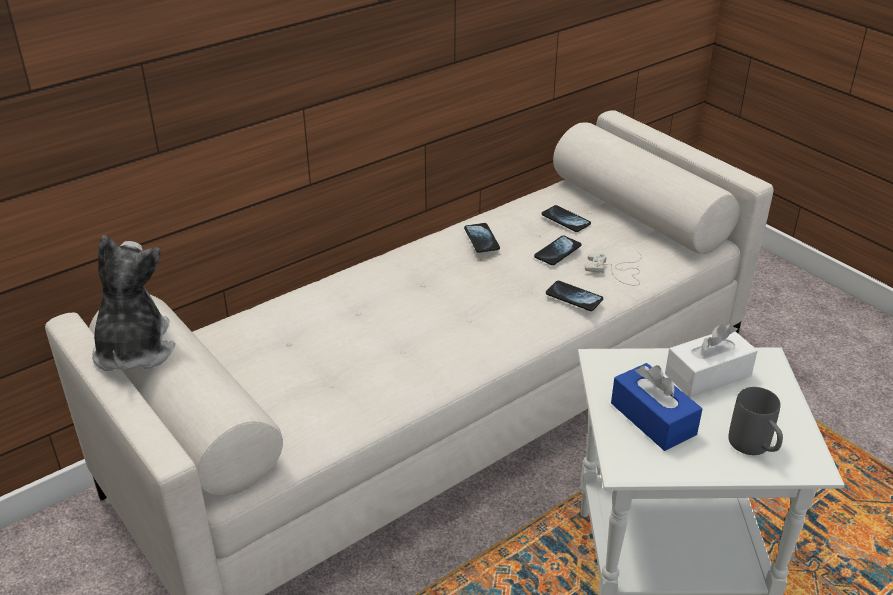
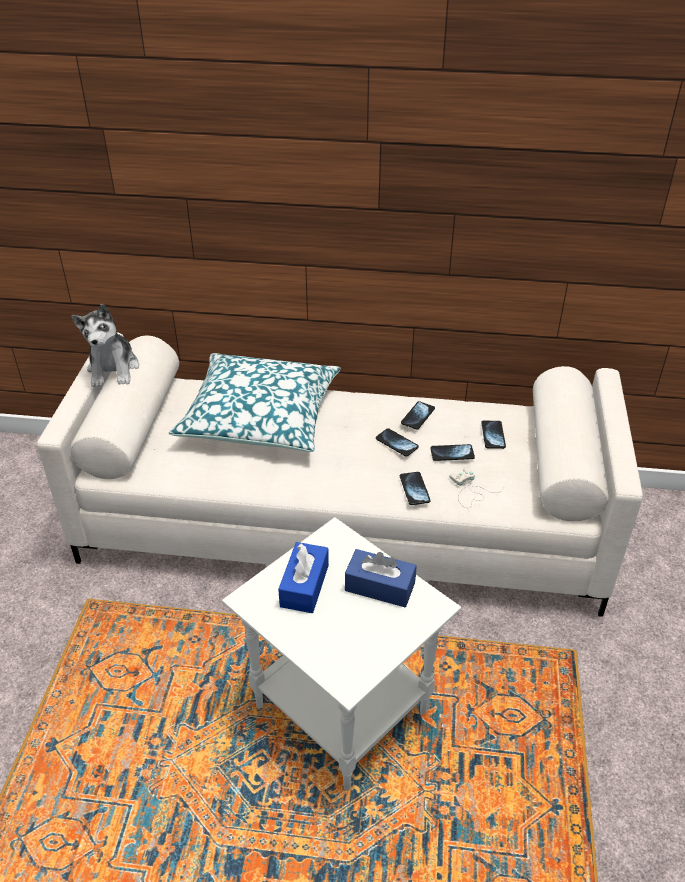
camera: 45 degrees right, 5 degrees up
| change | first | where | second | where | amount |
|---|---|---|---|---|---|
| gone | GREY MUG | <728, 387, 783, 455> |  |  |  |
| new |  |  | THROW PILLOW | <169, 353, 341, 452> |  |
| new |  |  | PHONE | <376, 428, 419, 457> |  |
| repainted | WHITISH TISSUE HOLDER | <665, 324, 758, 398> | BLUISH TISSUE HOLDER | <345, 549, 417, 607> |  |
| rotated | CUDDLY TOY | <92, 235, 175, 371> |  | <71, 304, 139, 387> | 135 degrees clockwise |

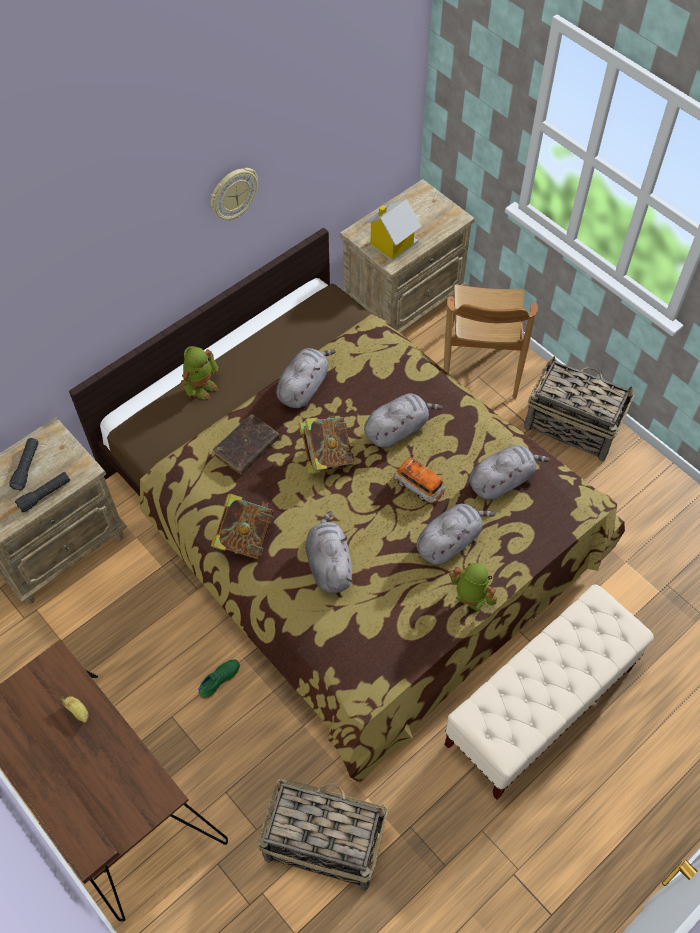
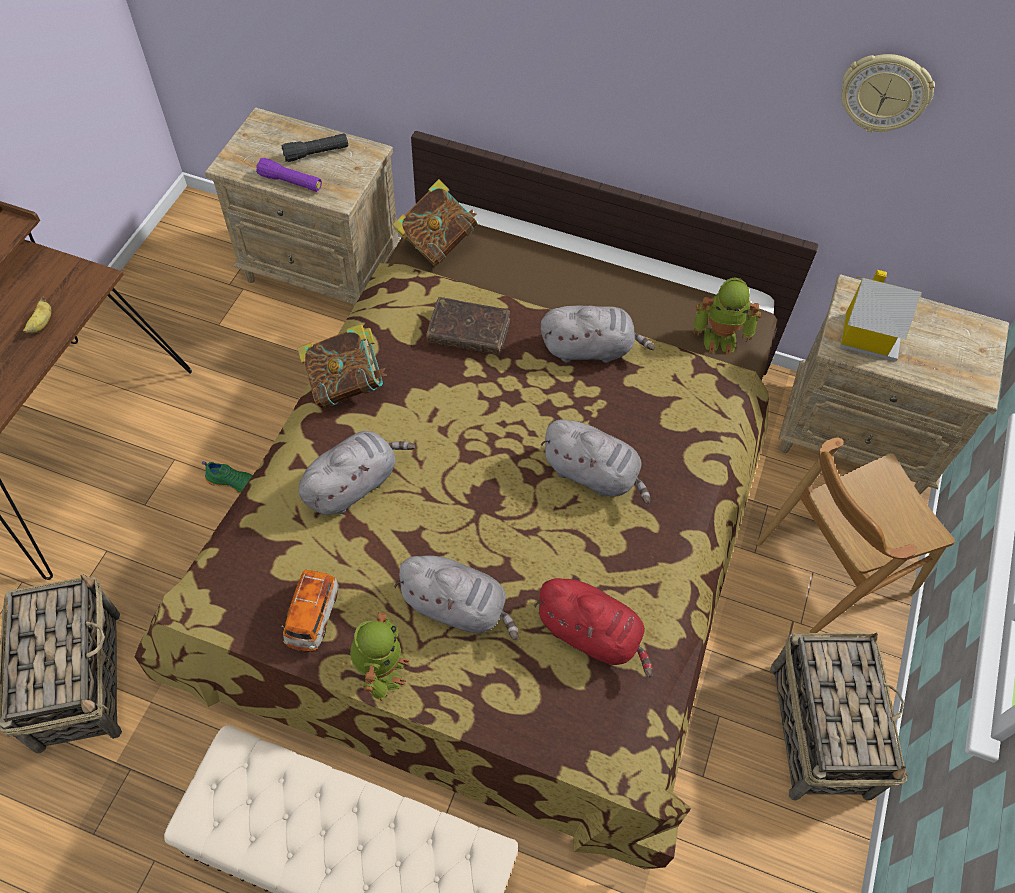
camera: 60 degrees right, 0 degrees up
| change | first | where | second | where | amount |
|---|---|---|---|---|---|
| shifted | ROBOT FIGURE | <181, 346, 218, 400> |  | <693, 277, 761, 356> |  |
| shifted | HANGING CLOCK | <210, 168, 258, 221> |  | <841, 54, 935, 132> |  |
| shifted | VOLUME | <299, 415, 354, 474> |  | <393, 179, 478, 266> |  |
| shifted | MINIATURE CAR | <394, 457, 446, 504> |  | <281, 570, 339, 652> |  |
| repainted | BLACKISH HAND TORCH | <15, 472, 70, 513> | PURPLE-COLOURED HAND TORCH | <256, 158, 322, 192> |  |
| repainted | GREY CUDDLY TOY | <469, 445, 550, 500> | REDDISH CUDDLY TOY | <534, 578, 653, 678> |  |

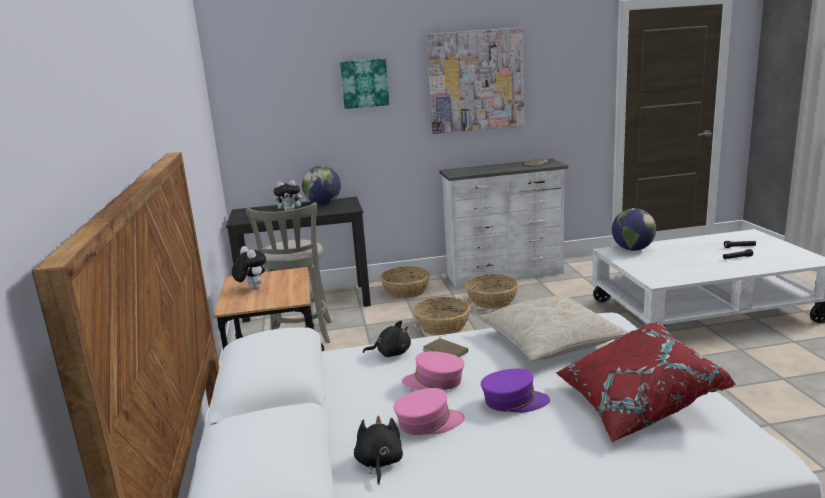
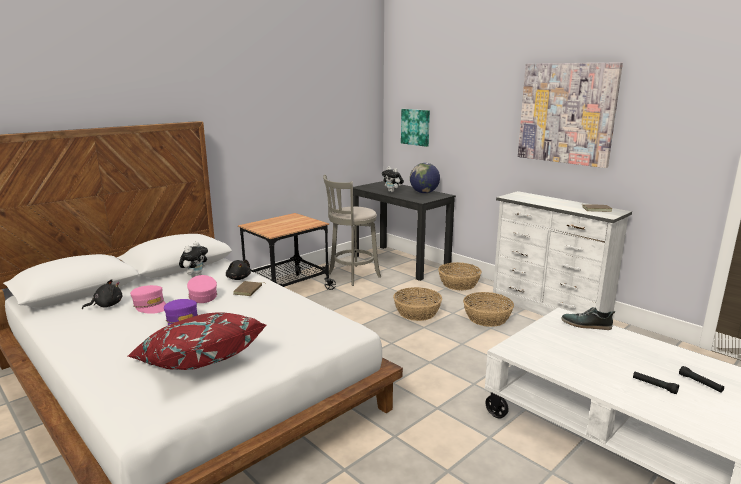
camera: 55 degrees right, 0 degrees up
| change | first | where | second | where | amount |
|---|---|---|---|---|---|
| gone | BEIGE-COLOURED THROW PILLOW | <478, 295, 629, 361> |  |  |  |
| shifted | CUDDLY TOY | <232, 246, 266, 289> |  | <179, 242, 208, 278> |  |
| shifted | PICTURE | <340, 59, 389, 109> |  | <401, 109, 430, 147> |  |
| swapped | DESK GLOBE | <612, 208, 656, 251> | ITEM OF FOOTWEAR | <562, 307, 615, 330> |  |

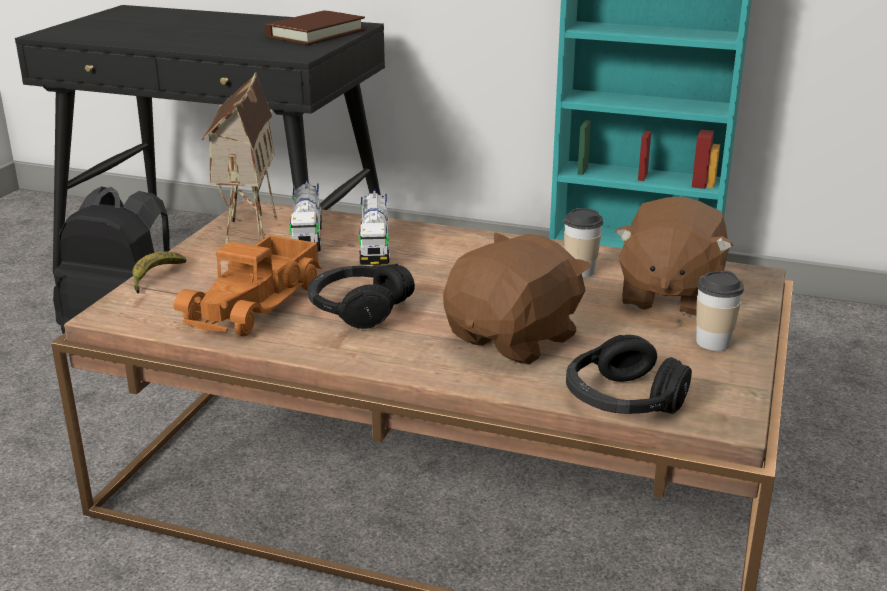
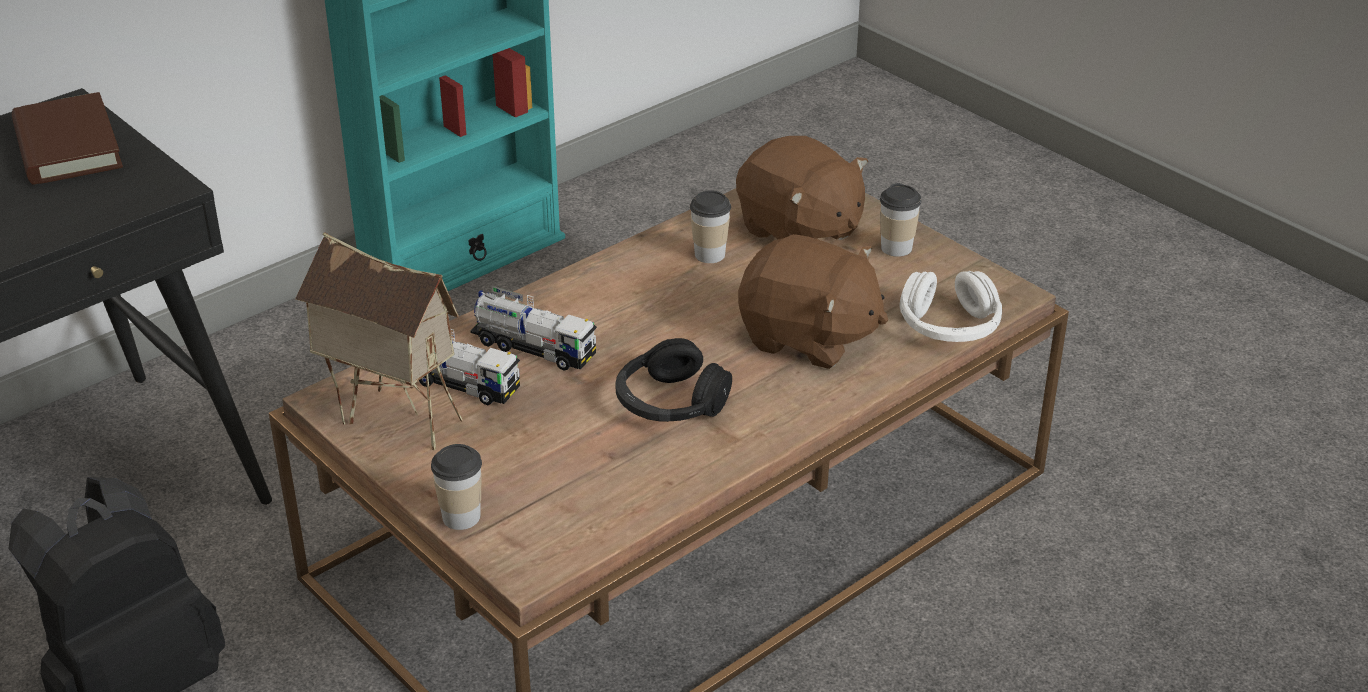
camera: 60 degrees left, 10 degrees up
| change | first | where | second | where | amount |
|---|---|---|---|---|---|
| gone | MODEL TRUCK | <174, 235, 322, 337> |  |  |  |
| swapped | WHOLE BANANA | <132, 251, 187, 294> | DRINKING CUP | <431, 444, 482, 530> |  |
| repainted | BLACKISH HEADSET | <566, 335, 692, 414> | WHITISH HEADSET | <900, 271, 1002, 342> |  |
| rotated | BROWNISH CUDDLY TOY | <443, 232, 591, 365> |  | <738, 234, 888, 369> | 135 degrees clockwise |

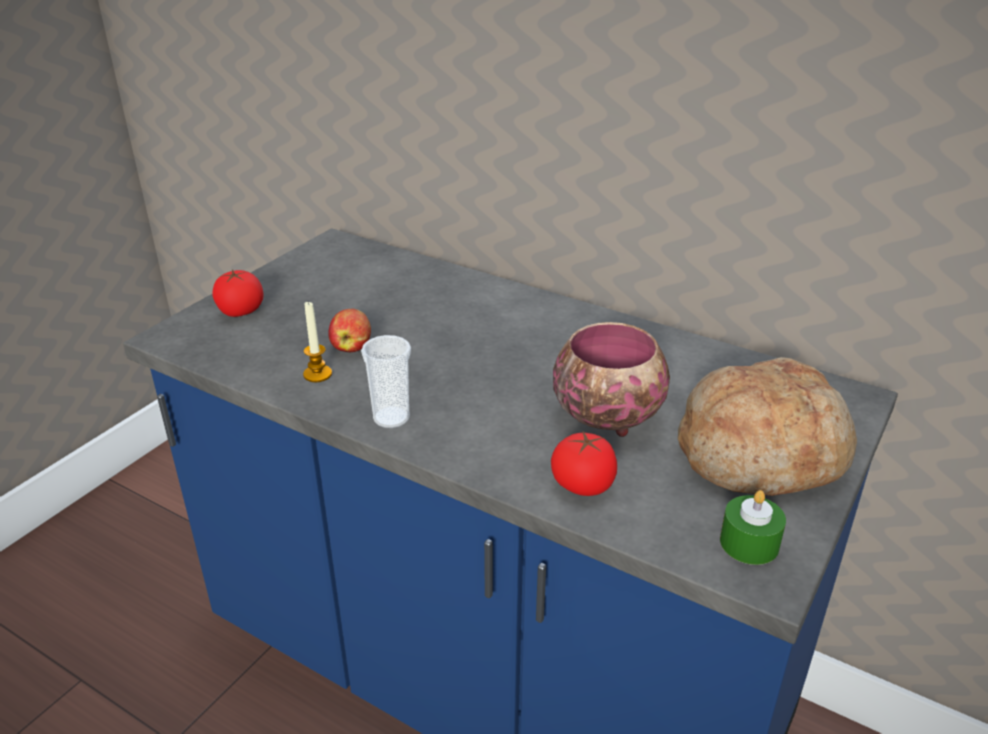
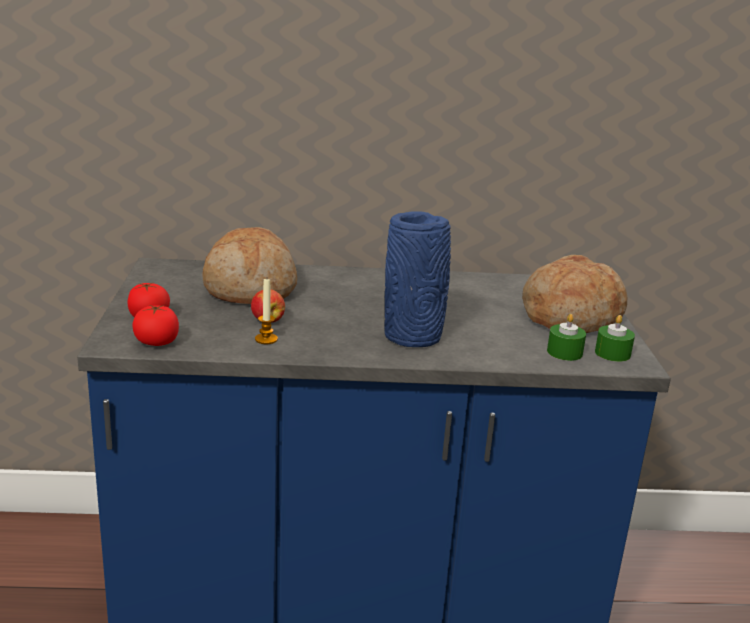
camera: 35 degrees left, 10 degrees down
| change | first | where | second | where | amount |
|---|---|---|---|---|---|
| gone | DRINKING CUP | <361, 335, 411, 428> |  |  |  |
| gone | DEEP DISH | <553, 322, 670, 437> |  |  |  |
| new |  |  | BAKERY BREAD | <202, 227, 297, 304> |  |
| new |  |  | BLUISH VASE | <384, 211, 451, 347> |  |
| new |  |  | GREEN CANDLE | <547, 314, 586, 361> |  |
| shifted | TOMATO | <551, 432, 617, 496> |  | <132, 305, 179, 346> |  |

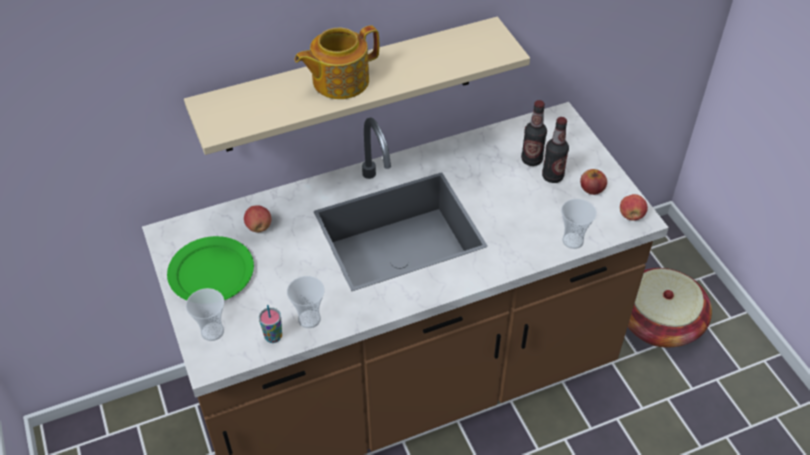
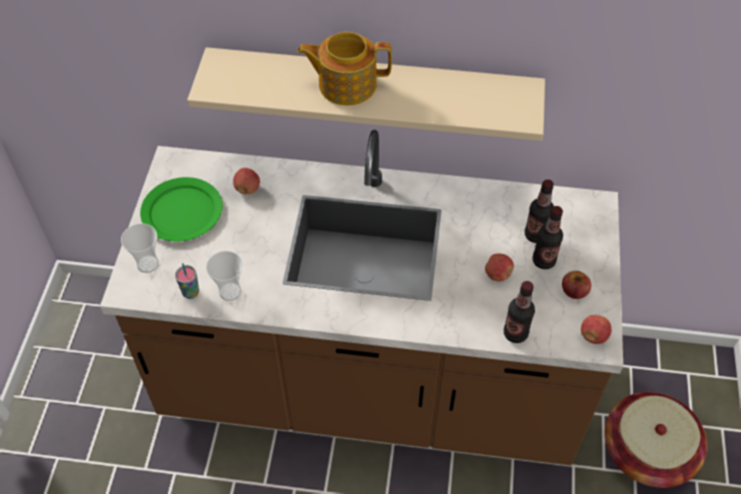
camera: 30 degrees right, 5 degrees up
| change | first | where | second | where | amount |
|---|---|---|---|---|---|
| new |  |  | APPLE | <485, 253, 514, 282> |  |
| swapped | DRINKING CUP | <561, 199, 597, 249> | BOTTLE | <504, 281, 535, 343> |  |

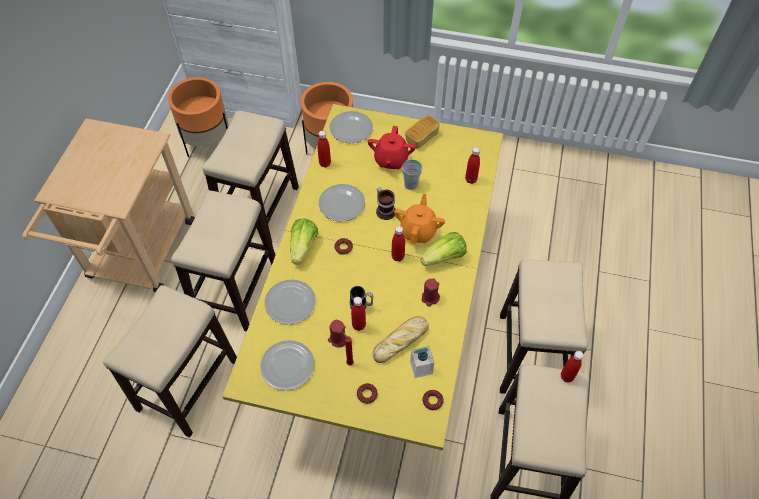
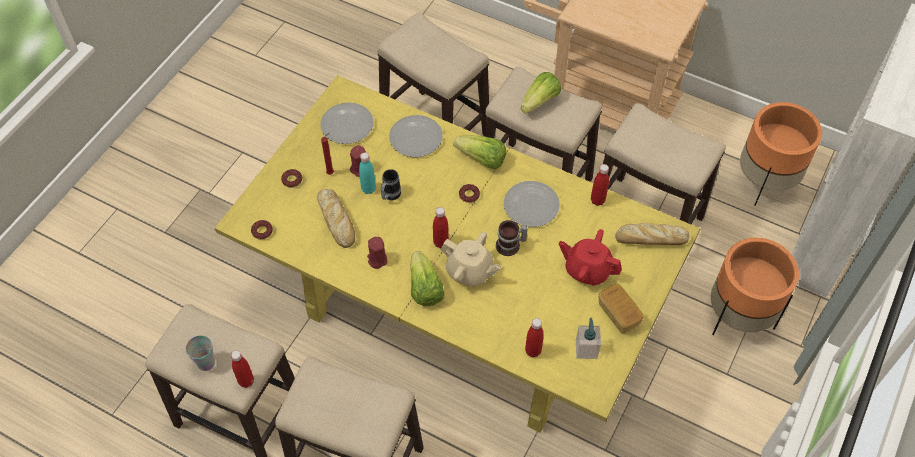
camera: 105 degrees right, 0 degrees up
| change | first | where | second | where | amount |
|---|---|---|---|---|---|
| new |  |  | LETTUCE | <521, 72, 561, 114> |  |
| shifted | DRINKING CUP | <402, 160, 422, 190> |  | <186, 335, 215, 371> |  |
| shifted | LIQUID SOAP BOTTLE | <410, 346, 435, 378> |  | <576, 318, 601, 359> |  |
| swapped | DINNER PLATE | <330, 111, 373, 143> | BAKERY BREAD | <615, 223, 689, 245> |  |
| repainted | REDDISH BOTTLE | <351, 297, 366, 331> | BLUE-GREEN BOTTLE | <359, 152, 376, 194> |  |
| repainted | ORANGEY TEAPOT | <394, 194, 445, 244> | BEIGE-COLOURED TEAPOT | <440, 232, 501, 287> |  |

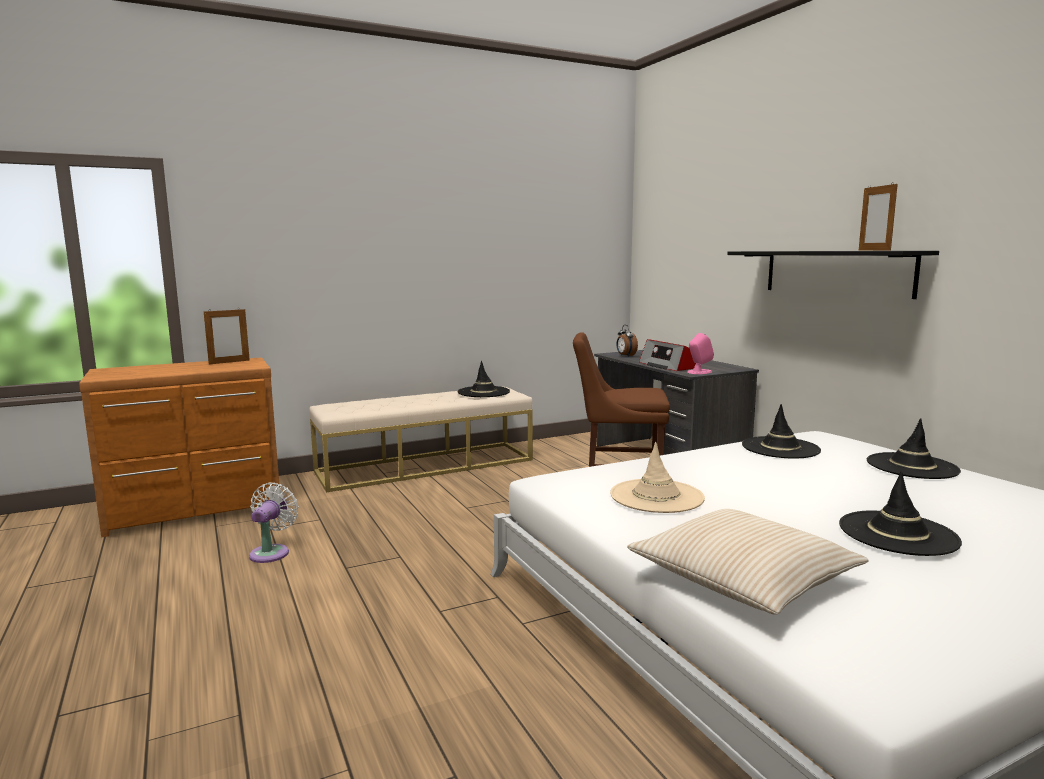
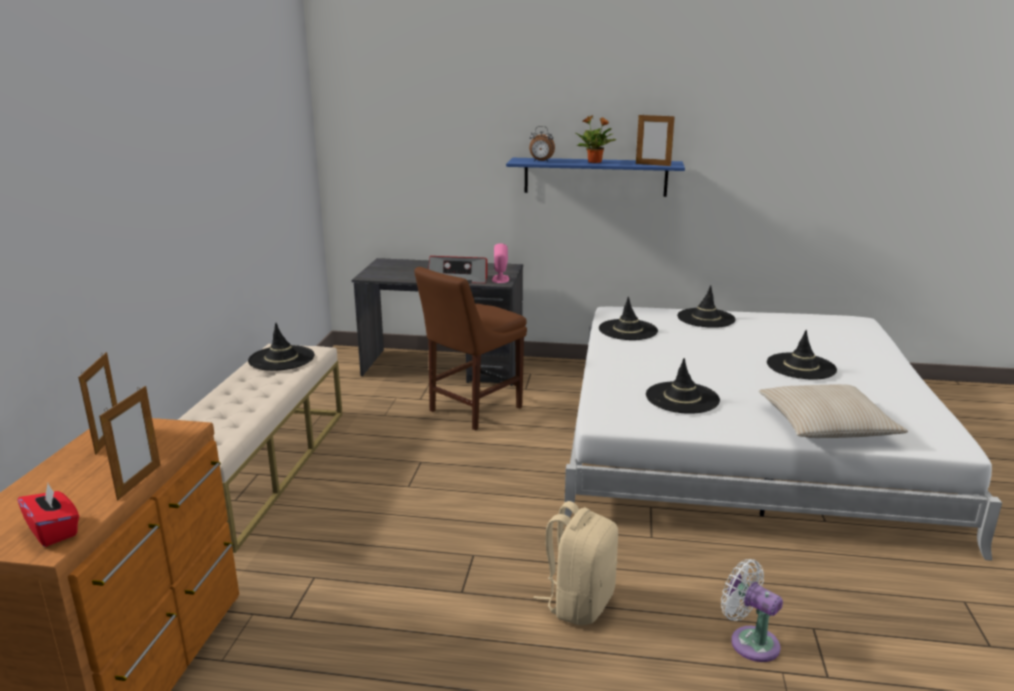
camera: 55 degrees left, 10 degrees up
| change | first | where | second | where | amount |
|---|---|---|---|---|---|
| new |  |  | REDDISH TISSUE HOLDER | <17, 484, 79, 547> |  |
| new |  |  | PICTURE FRAME | <99, 386, 161, 500> |  |
| new |  |  | BEIGE-COLOURED RUCKSACK | <534, 501, 618, 625> |  |
| new |  |  | POTTED PLANT | <576, 115, 617, 163> |  |
| shifted | WHITISH FAN | <249, 482, 299, 563> |  | <721, 559, 783, 662> |  |
| shifted | BEDSIDE CLOCK | <617, 325, 638, 357> |  | <529, 126, 555, 161> |  |
| repainted | BEIGE-COLOURED CLOTHING HAT | <610, 442, 705, 513> | BLACKISH CLOTHING HAT | <646, 358, 720, 414> |  |
| repainted | BLACKISH SHELF | <727, 251, 939, 299> | BLUISH SHELF | <506, 158, 685, 197> |  |

